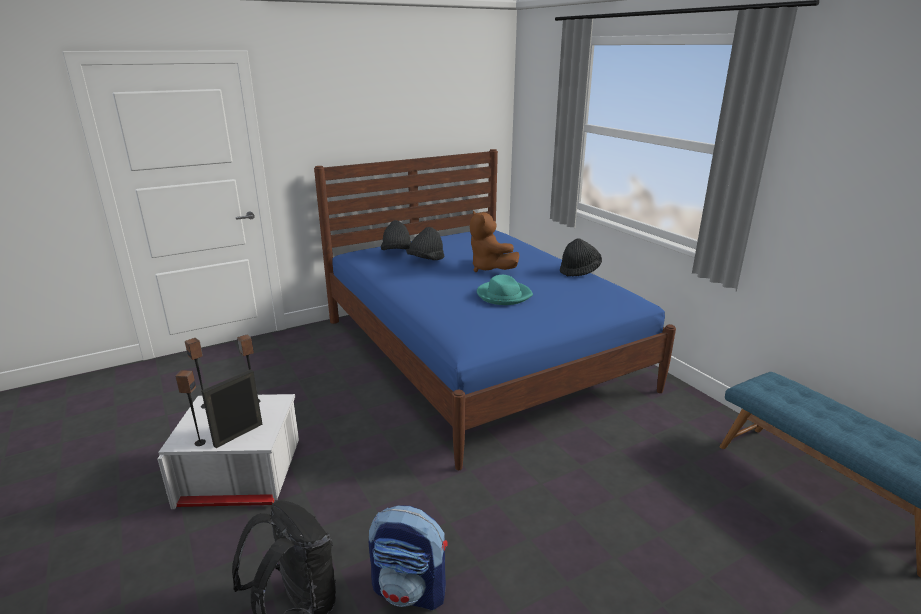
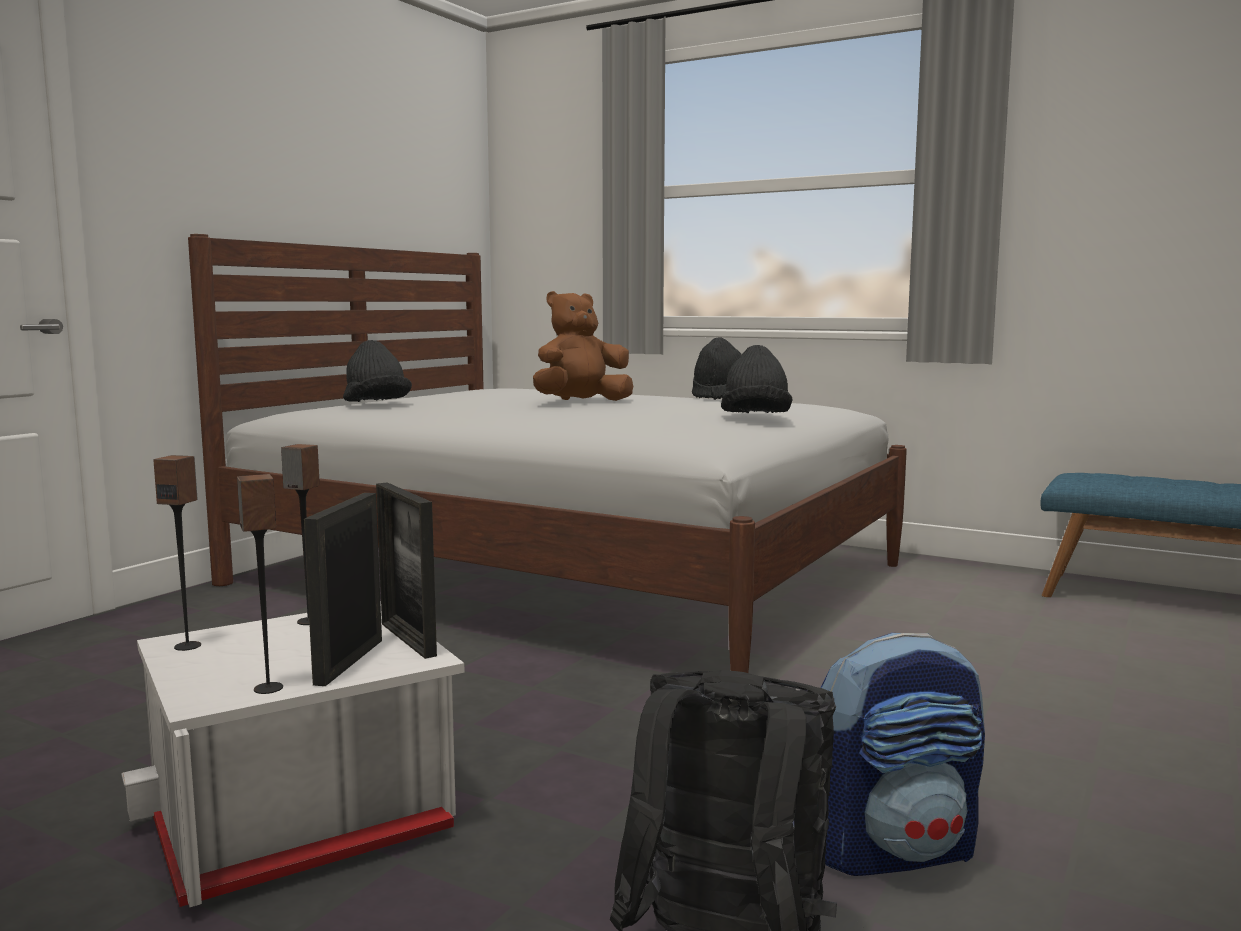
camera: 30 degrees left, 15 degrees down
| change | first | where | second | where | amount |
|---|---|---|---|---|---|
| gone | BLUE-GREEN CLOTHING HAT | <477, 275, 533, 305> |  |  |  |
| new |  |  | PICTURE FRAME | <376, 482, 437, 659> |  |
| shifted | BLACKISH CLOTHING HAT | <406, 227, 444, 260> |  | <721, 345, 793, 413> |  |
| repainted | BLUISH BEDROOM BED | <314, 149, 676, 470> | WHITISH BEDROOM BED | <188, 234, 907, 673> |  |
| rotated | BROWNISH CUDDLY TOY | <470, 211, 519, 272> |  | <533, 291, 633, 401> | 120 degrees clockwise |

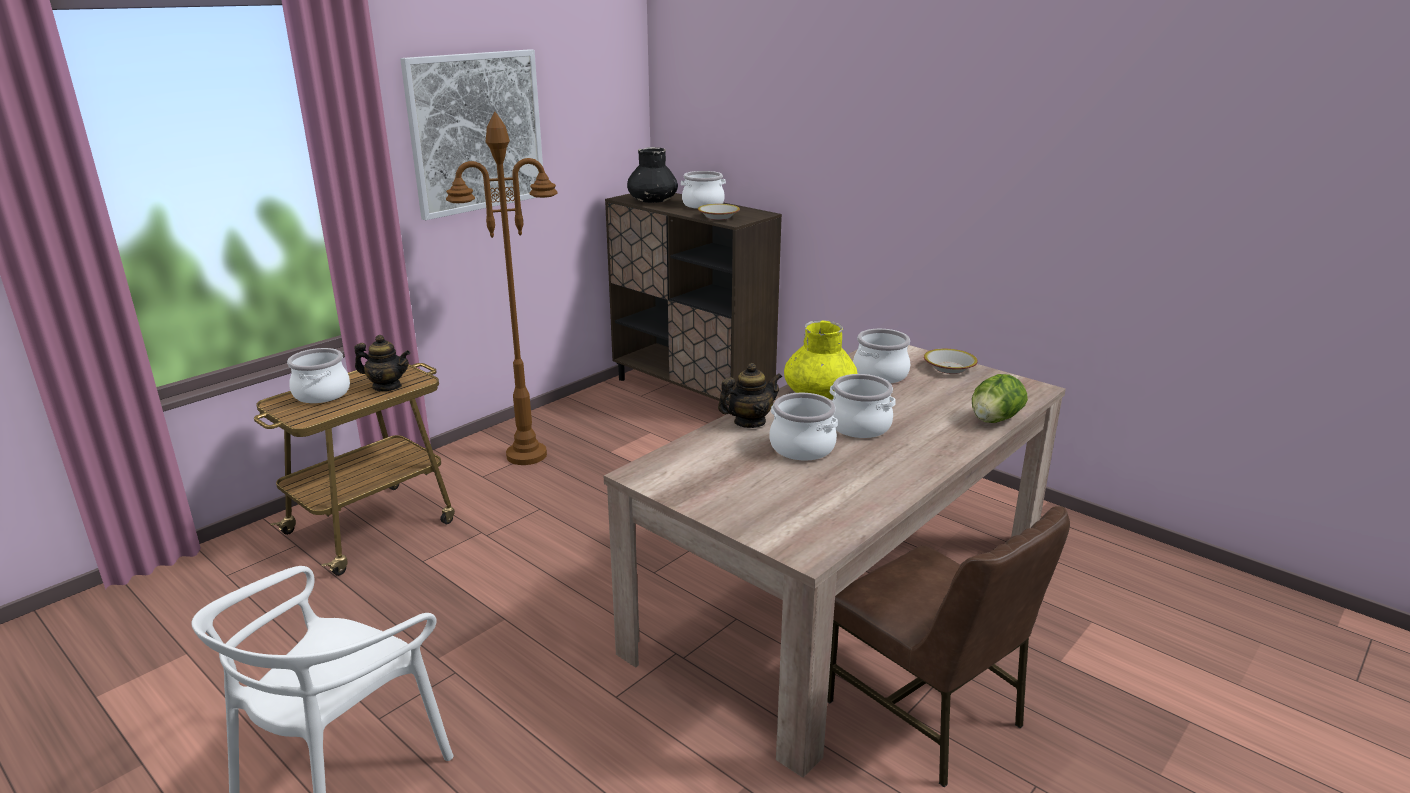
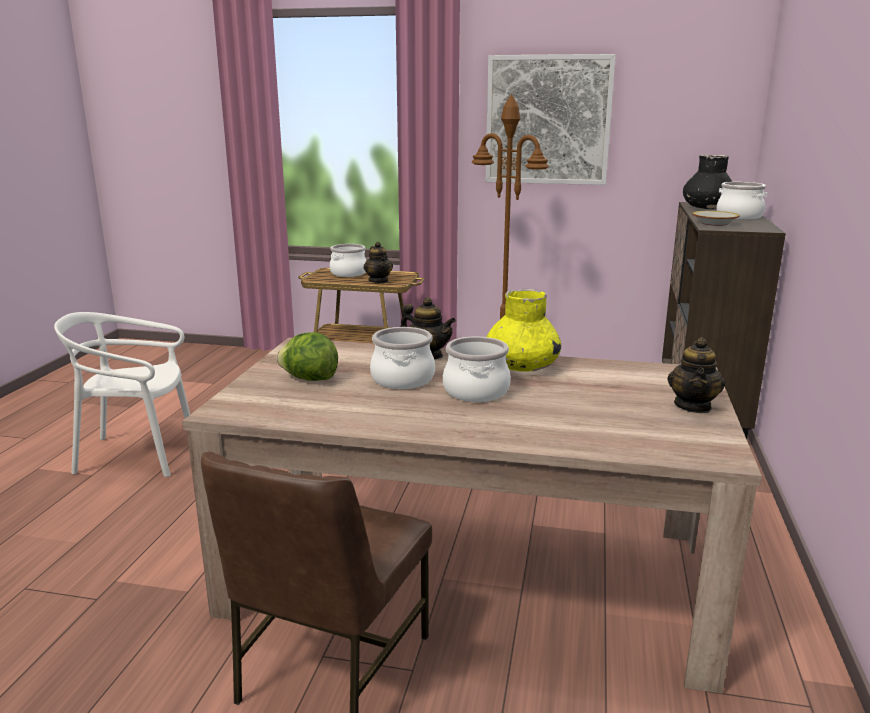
camera: 60 degrees right, 5 degrees down
| change | first | where | second | where | amount |
|---|---|---|---|---|---|
| gone | STOCKPOT | <853, 329, 910, 383> |  |  |  |
| shifted | LETTUCE | <972, 374, 1028, 423> |  | <277, 332, 338, 381> |  |
| swapped | DEEP DISH | <924, 349, 978, 374> | TEAPOT | <667, 337, 725, 413> |  |

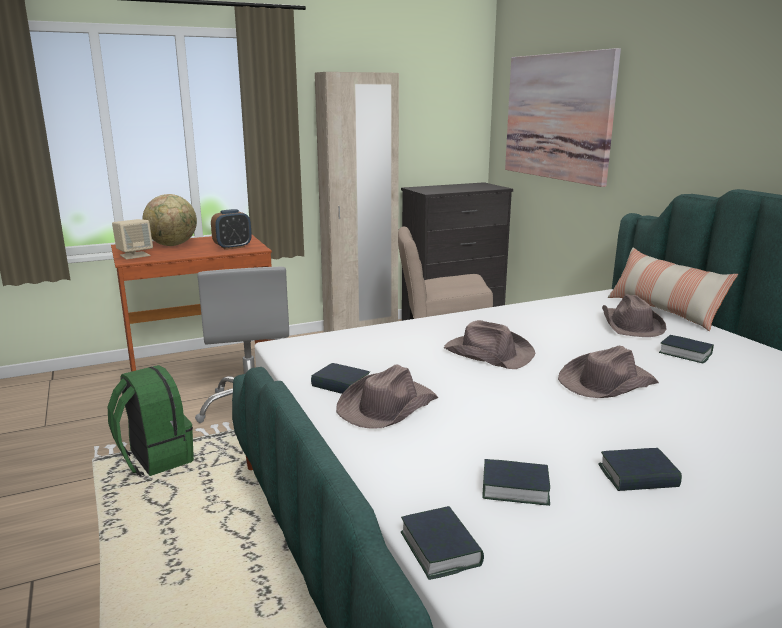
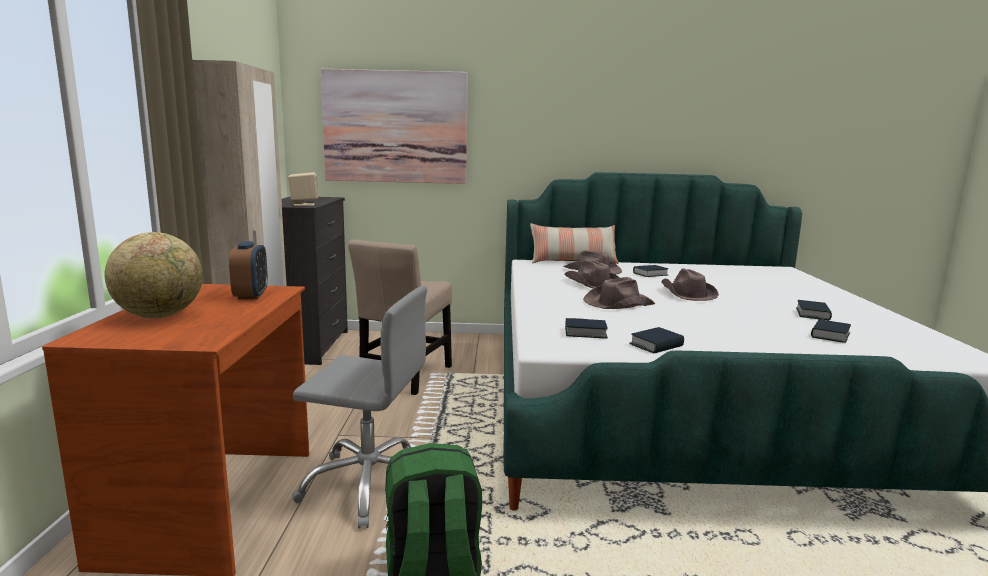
camera: 65 degrees left, 5 degrees down
| change | first | where | second | where | amount |
|---|---|---|---|---|---|
| shifted | BEIGE-COLOURED SPEAKER | <112, 219, 153, 259> |  | <288, 172, 319, 206> |  |
| shifted | BROWNISH CLOTHING HAT | <336, 365, 438, 429> |  | <564, 260, 620, 289> |  |
| shifted | VOLUME | <401, 506, 484, 580> |  | <565, 318, 608, 339> |  |

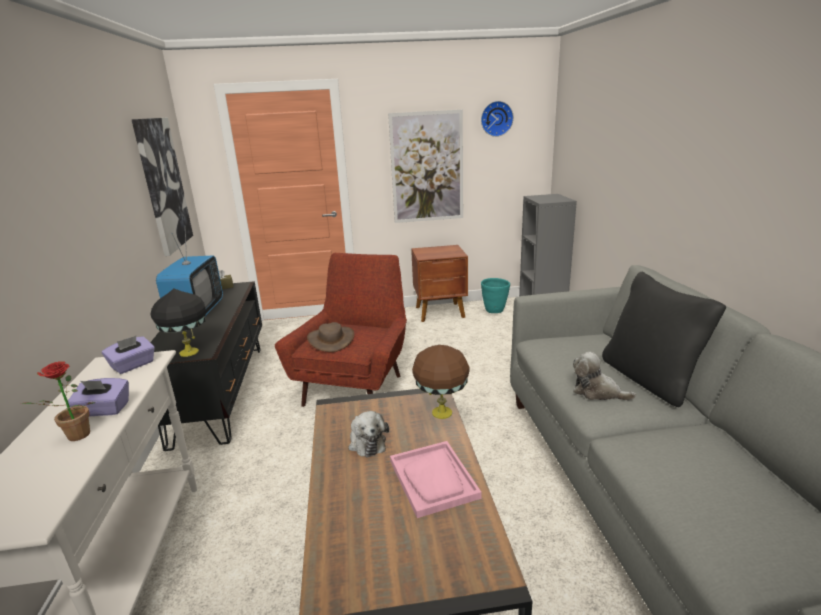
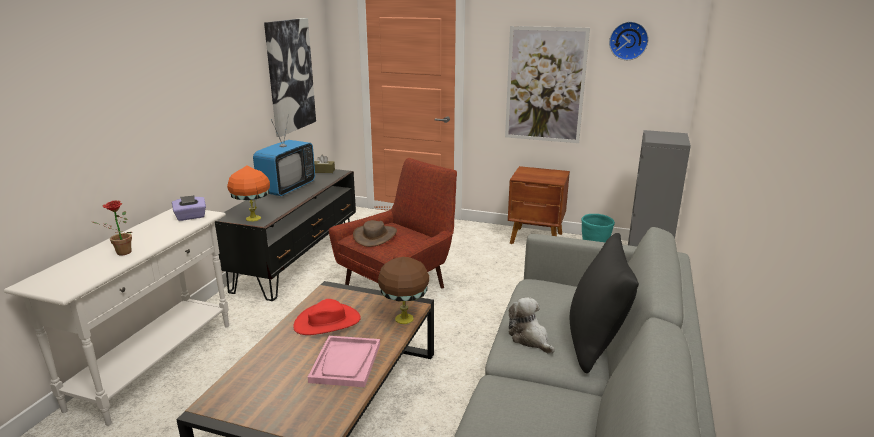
camera: 25 degrees right, 0 degrees up
| change | first | where | second | where | amount |
|---|---|---|---|---|---|
| gone | PURPLE-COLOURED TISSUE HOLDER | <68, 378, 129, 417> |  |  |  |
| swapped | CUDDLY TOY | <348, 411, 389, 457> | REDDISH CLOTHING HAT | <293, 299, 361, 335> |  |
| repainted | BLACKISH TABLE LAMP | <150, 289, 206, 357> | ORANGEY TABLE LAMP | <227, 165, 270, 222> |  |

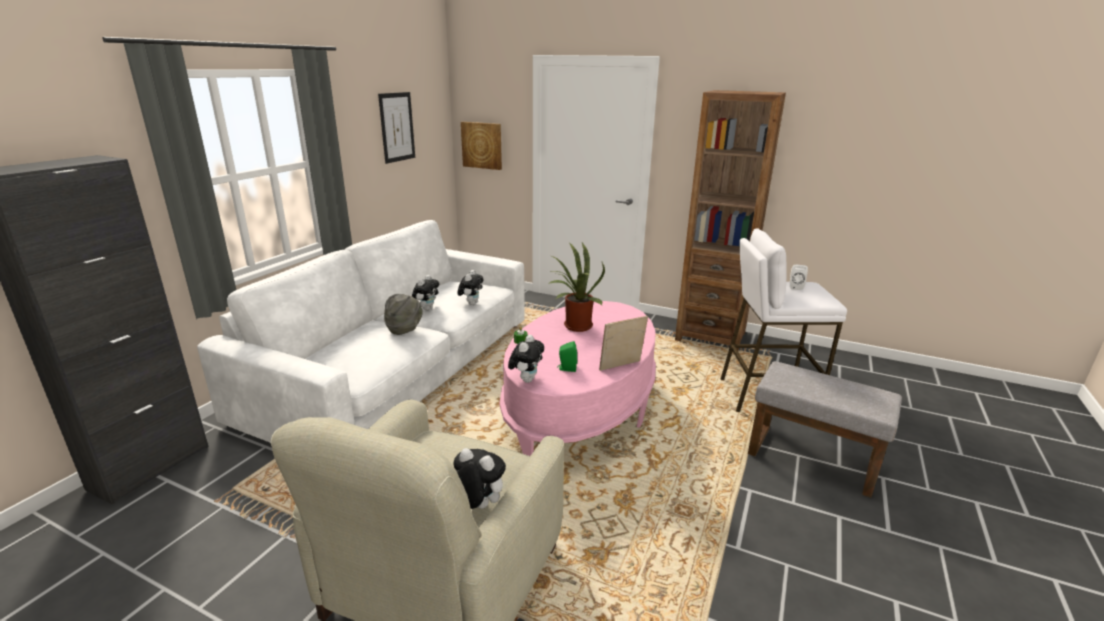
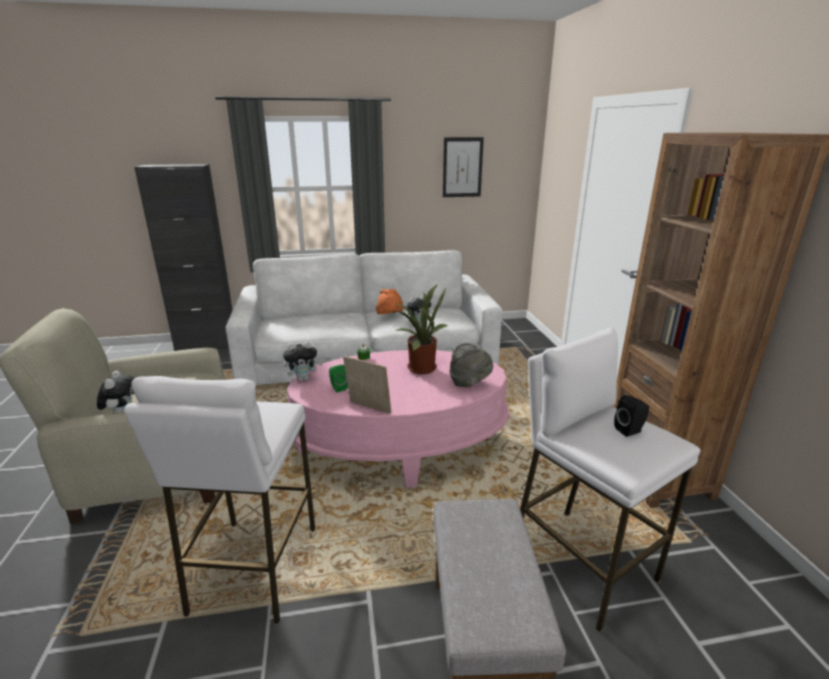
camera: 55 degrees right, 0 degrees up
| change | first | where | second | where | amount |
|---|---|---|---|---|---|
| gone | PICTURE | <461, 122, 502, 170> |  |  |  |
| new |  |  | WHITISH SITTING STOOL | <124, 376, 315, 625> |  |
| shifted | GREY CLOTHING HAT | <384, 294, 423, 335> |  | <450, 343, 493, 387> |  |
| swapped | CUDDLY TOY | <412, 275, 439, 310> | ORANGEY CLOTHING HAT | <376, 289, 403, 314> |  |
| repainted | WHITISH SPEAKER | <790, 265, 808, 290> | BLACKISH SPEAKER | <614, 395, 649, 437> |  |

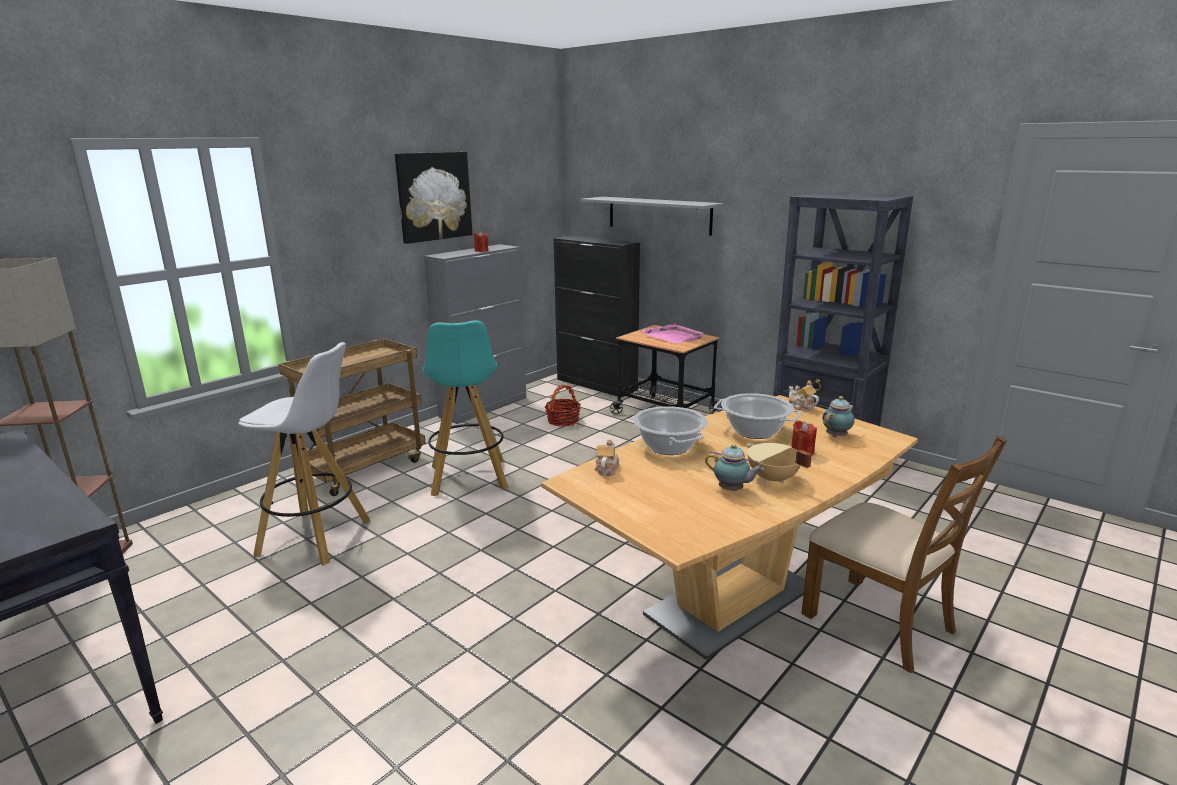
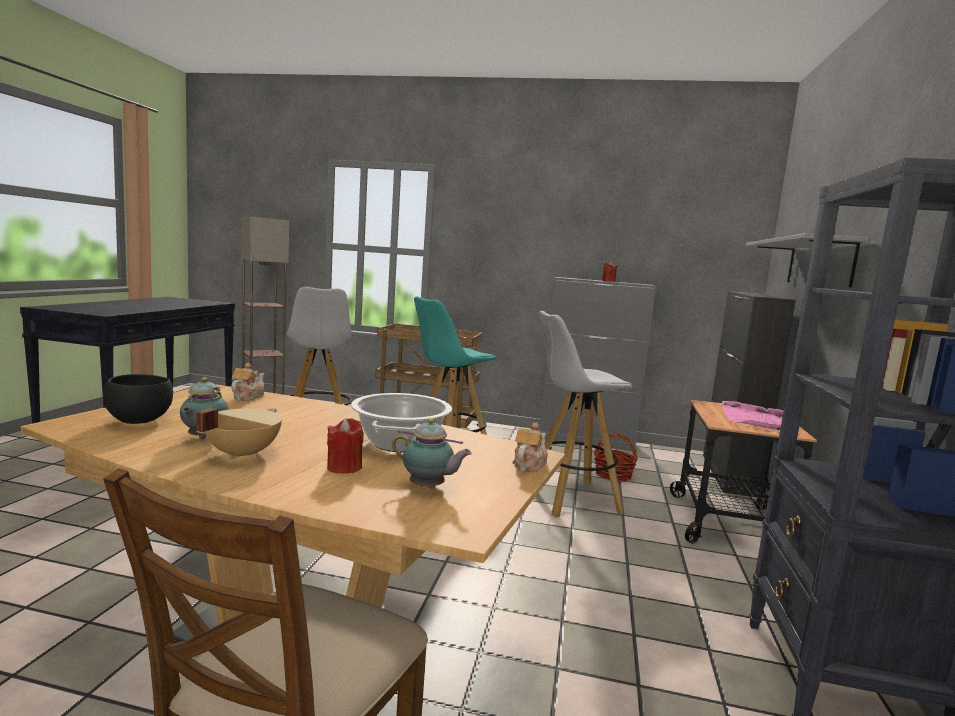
camera: 60 degrees right, 10 degrees down
| change | first | where | second | where | amount |
|---|---|---|---|---|---|
| gone | PICTURE | <395, 152, 473, 244> |  |  |  |
| gone | STOCKPOT | <633, 406, 708, 455> |  |  |  |
| new |  |  | BLACKISH DEEP DISH | <103, 374, 173, 424> |  |
| new |  |  | WHITISH SITTING STOOL | <539, 311, 632, 518> |  |
| rotated | TEAPOT | <595, 440, 619, 476> |  | <231, 363, 264, 401> | 60 degrees counterclockwise |

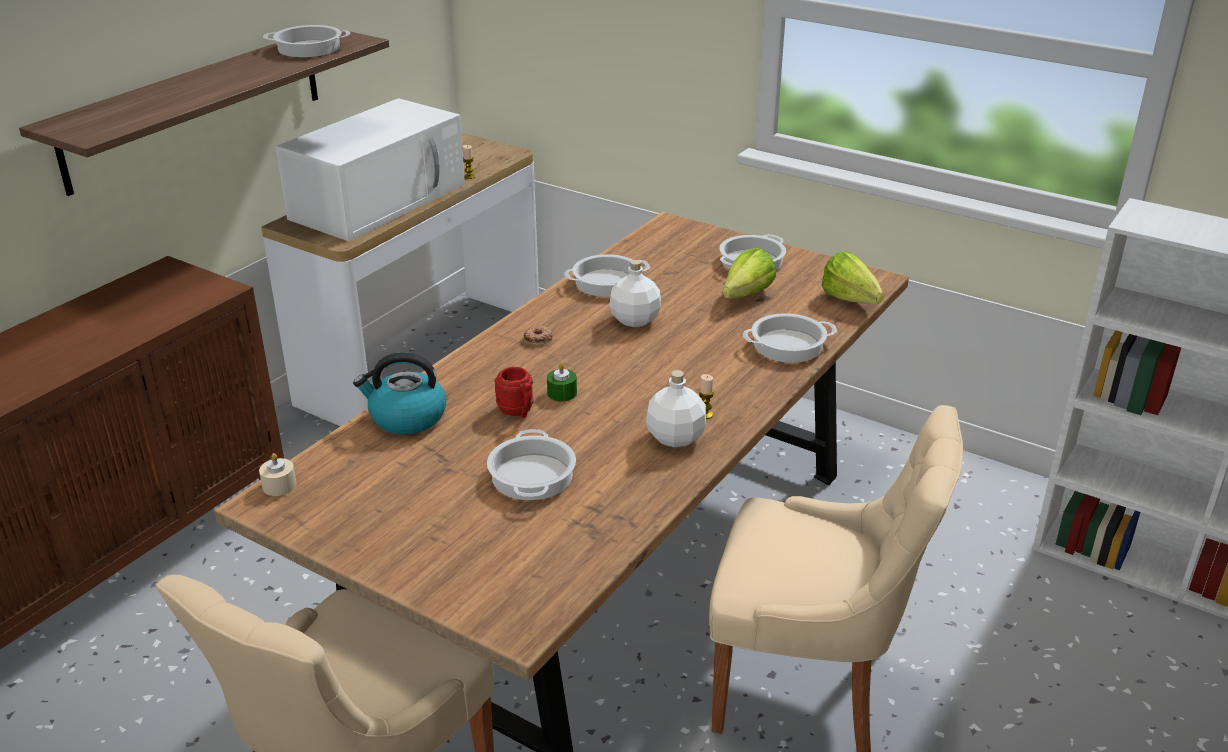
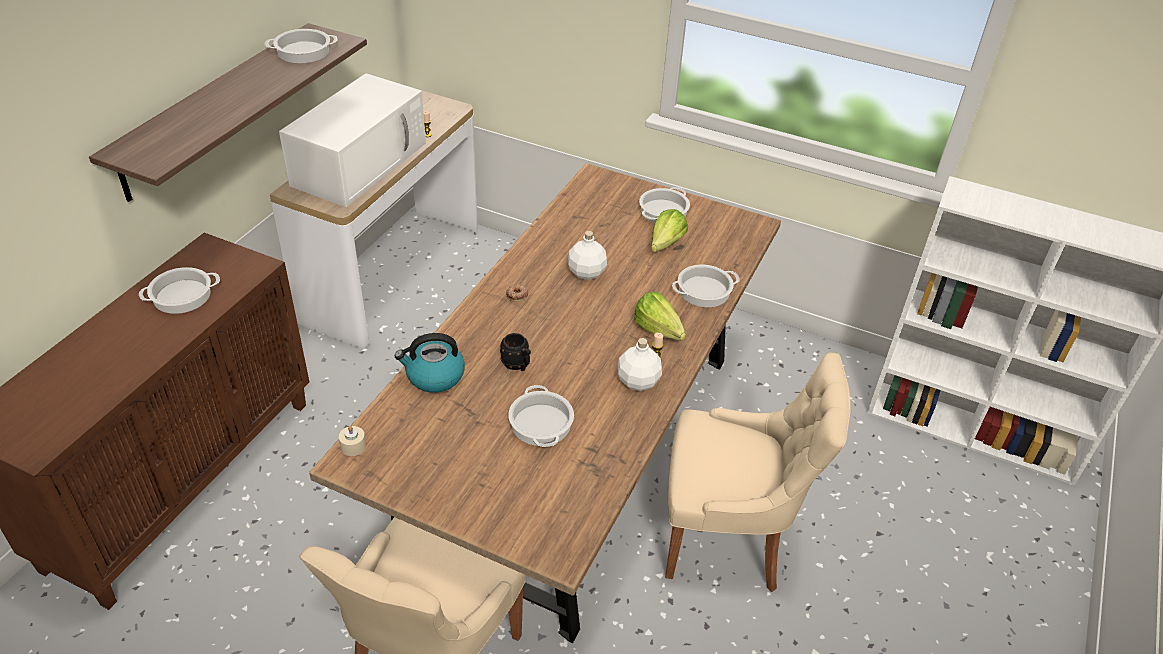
camera: 10 degrees left, 10 degrees up
| change | first | where | second | where | amount |
|---|---|---|---|---|---|
| gone | GREEN CANDLE | <547, 363, 577, 402> |  |  |  |
| shifted | STOCKPOT | <564, 254, 650, 297> |  | <139, 267, 220, 314> |  |
| shifted | LETTUCE | <821, 252, 884, 304> |  | <634, 292, 686, 341> |  |
| repainted | REDDISH MUG | <494, 367, 534, 418> | BLACKISH MUG | <500, 333, 531, 371> |  |

